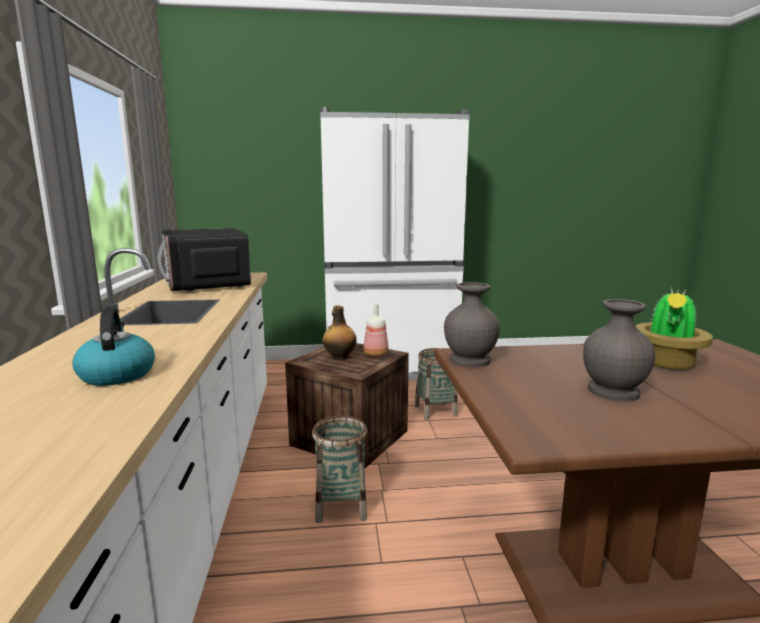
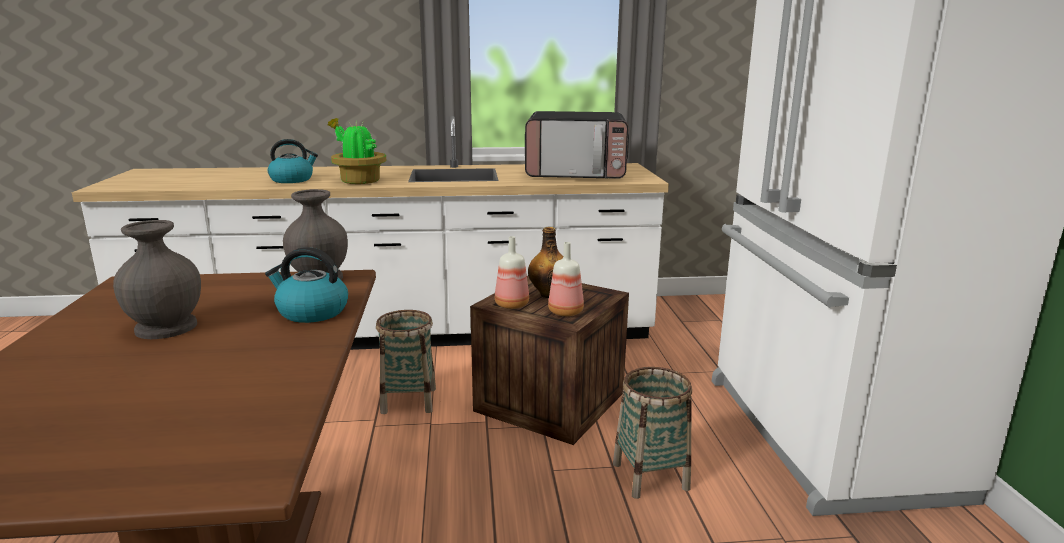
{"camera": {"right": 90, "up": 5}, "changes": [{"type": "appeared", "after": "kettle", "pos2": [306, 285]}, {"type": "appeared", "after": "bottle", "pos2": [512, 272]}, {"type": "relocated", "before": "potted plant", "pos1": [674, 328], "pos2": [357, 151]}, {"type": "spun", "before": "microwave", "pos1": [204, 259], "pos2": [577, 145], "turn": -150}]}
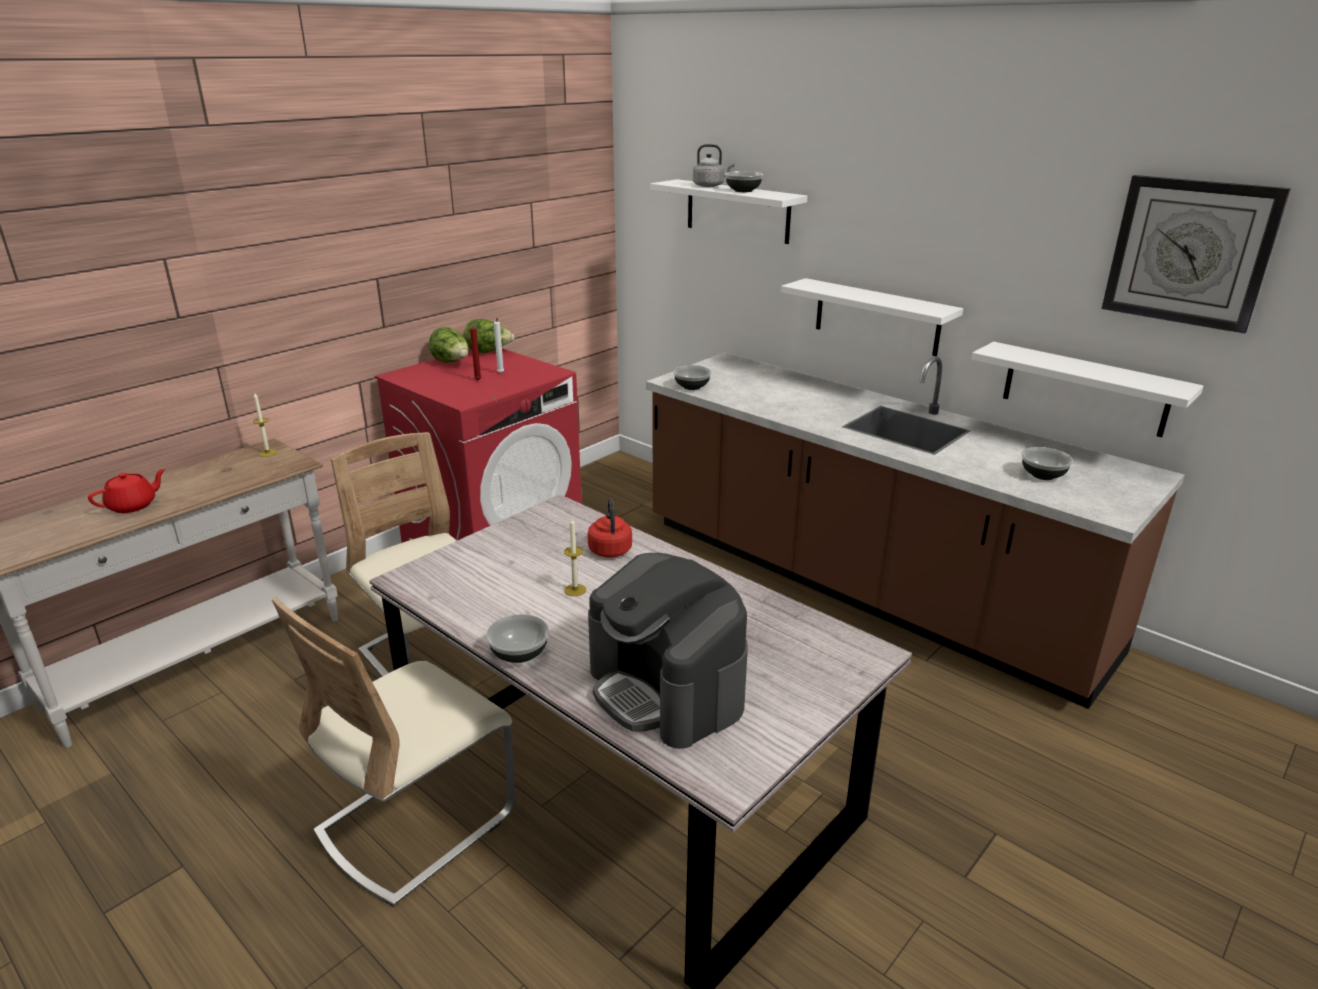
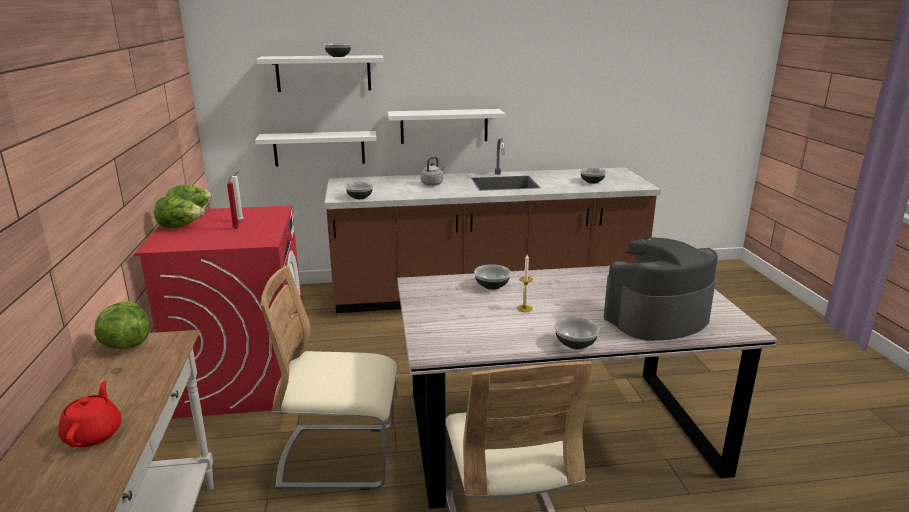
{"camera": {"right": -50, "up": -5}, "changes": [{"type": "missing", "before": "wall clock", "pos1": [1196, 254]}, {"type": "relocated", "before": "grey kettle", "pos1": [713, 165], "pos2": [433, 171]}, {"type": "relocated", "before": "white shelf", "pos1": [1087, 389], "pos2": [316, 148]}, {"type": "exchanged", "before": "candle", "after": "lettuce", "pos1": [265, 425], "pos2": [122, 325]}, {"type": "exchanged", "before": "red kettle", "after": "bowl", "pos1": [609, 528], "pos2": [492, 277]}, {"type": "spun", "before": "coffee machine", "pos1": [668, 651], "pos2": [661, 289], "turn": 150}]}
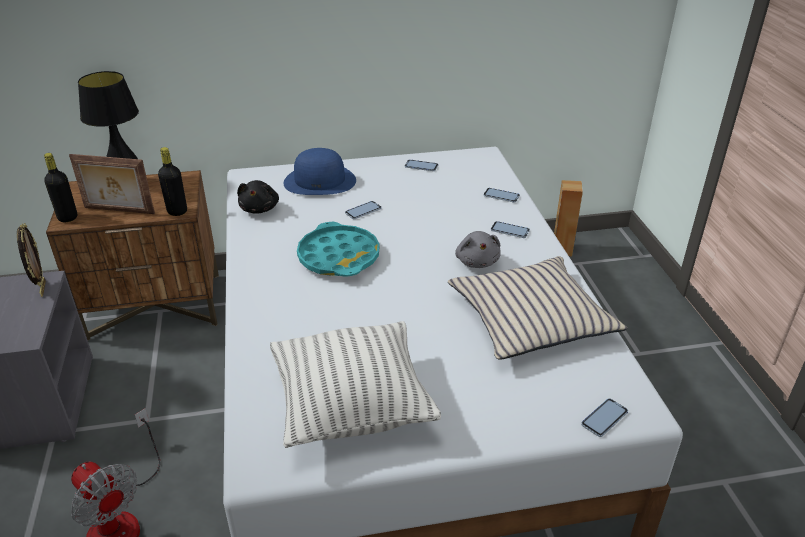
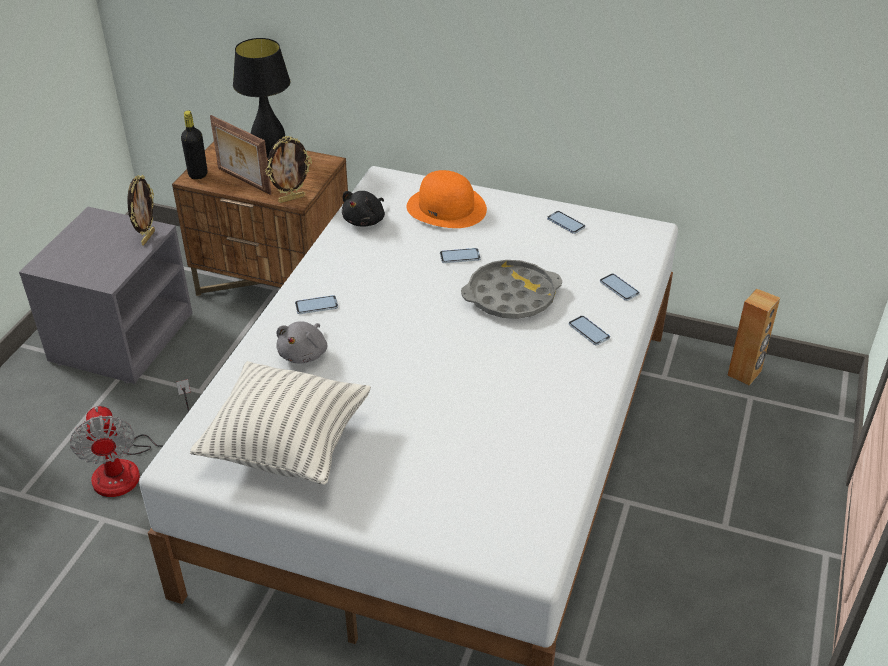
{"camera": {"right": 30, "up": 5}, "changes": [{"type": "missing", "before": "turquoise tray", "pos1": [338, 249]}, {"type": "missing", "before": "beige pillow", "pos1": [537, 308]}, {"type": "appeared", "after": "grey tray", "pos2": [511, 289]}, {"type": "relocated", "before": "grey plush toy", "pos1": [478, 249], "pos2": [301, 342]}, {"type": "relocated", "before": "phone", "pos1": [604, 417], "pos2": [316, 304]}, {"type": "exchanged", "before": "black bottle", "after": "picture frame", "pos1": [172, 181], "pos2": [288, 169]}, {"type": "colour", "before": "blue hat", "after": "orange hat", "pos1": [320, 171], "pos2": [447, 199]}]}
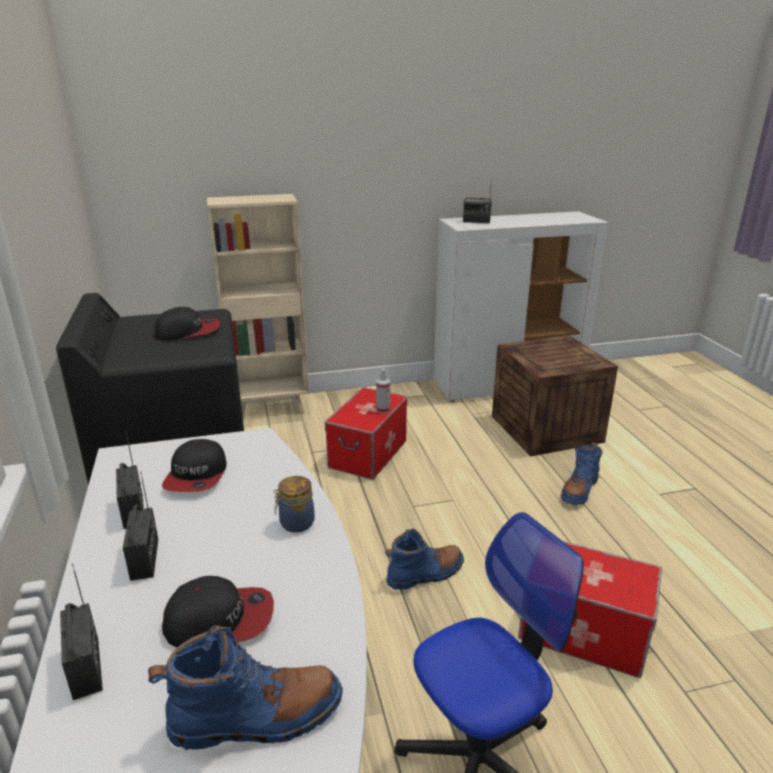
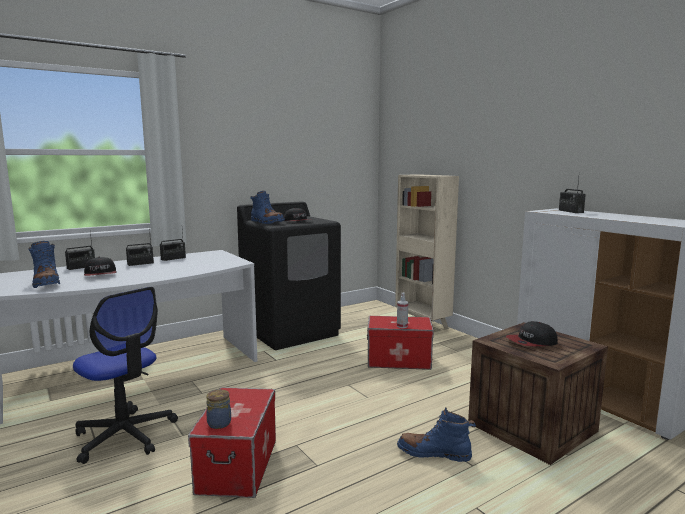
{"camera": {"right": 70, "up": -15}, "changes": [{"type": "relocated", "before": "cap", "pos1": [194, 465], "pos2": [532, 333]}, {"type": "relocated", "before": "jar", "pos1": [294, 504], "pos2": [218, 409]}, {"type": "relocated", "before": "blue boot", "pos1": [424, 560], "pos2": [267, 207]}]}
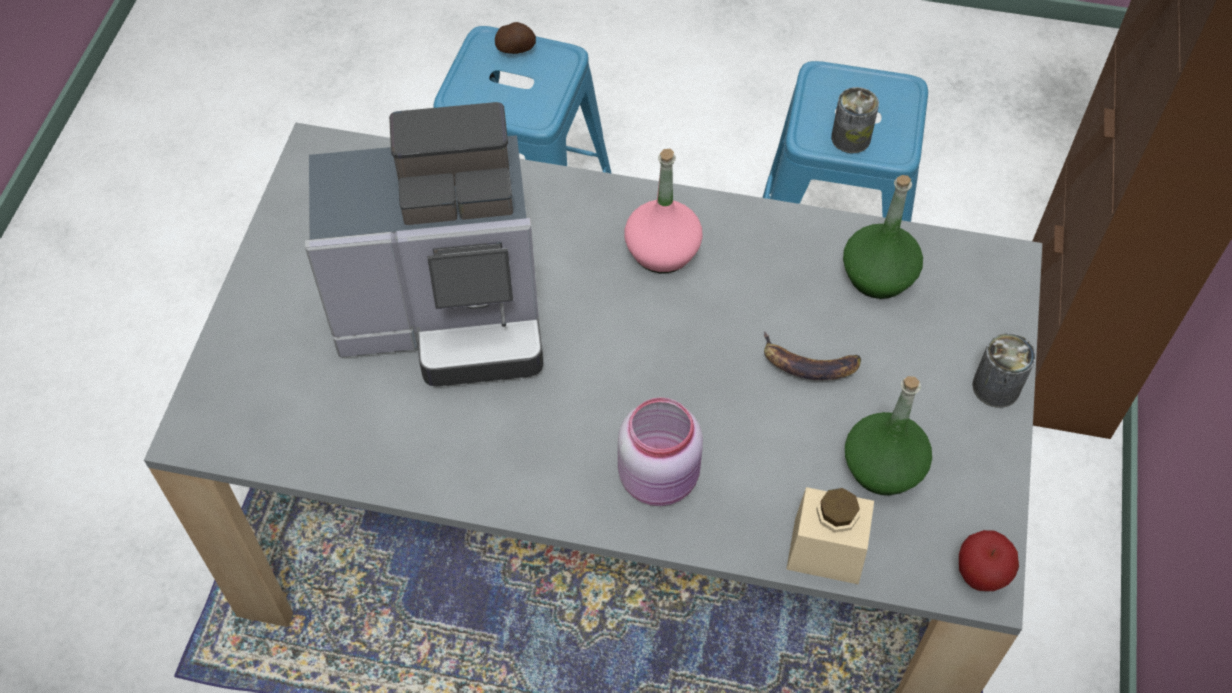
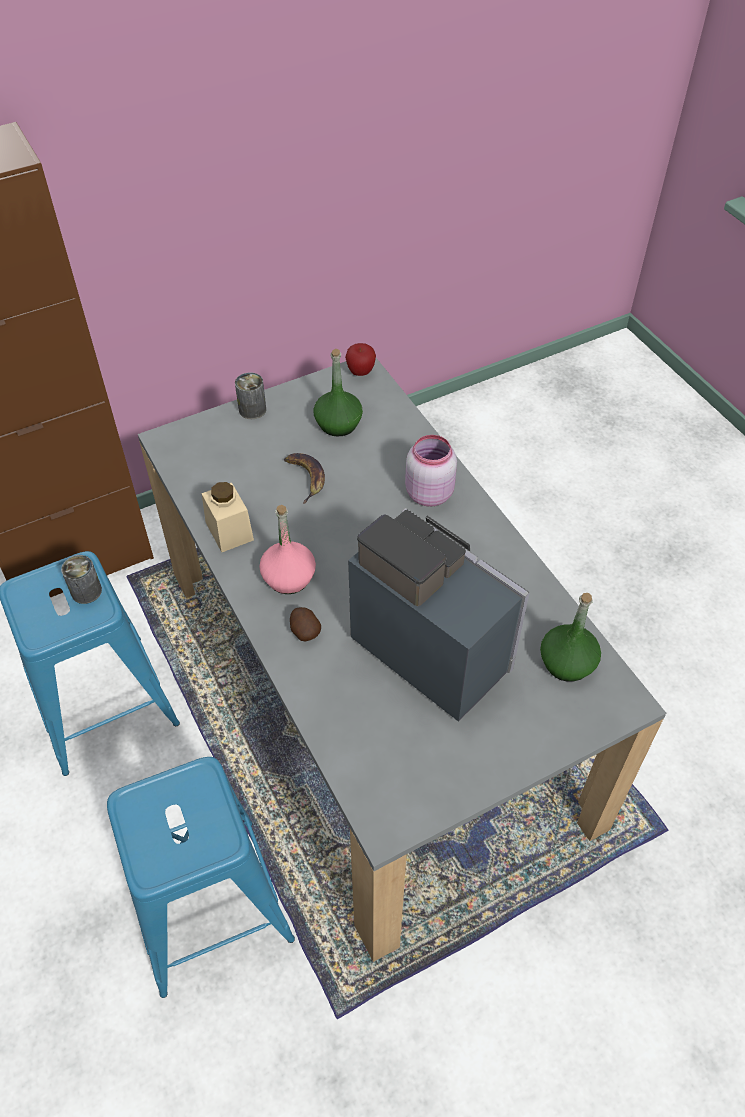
{"camera": {"right": -130, "up": -5}, "changes": [{"type": "relocated", "before": "potato", "pos1": [515, 38], "pos2": [305, 624]}, {"type": "relocated", "before": "beige jar", "pos1": [830, 536], "pos2": [227, 517]}, {"type": "relocated", "before": "green bottle", "pos1": [883, 237], "pos2": [570, 637]}]}
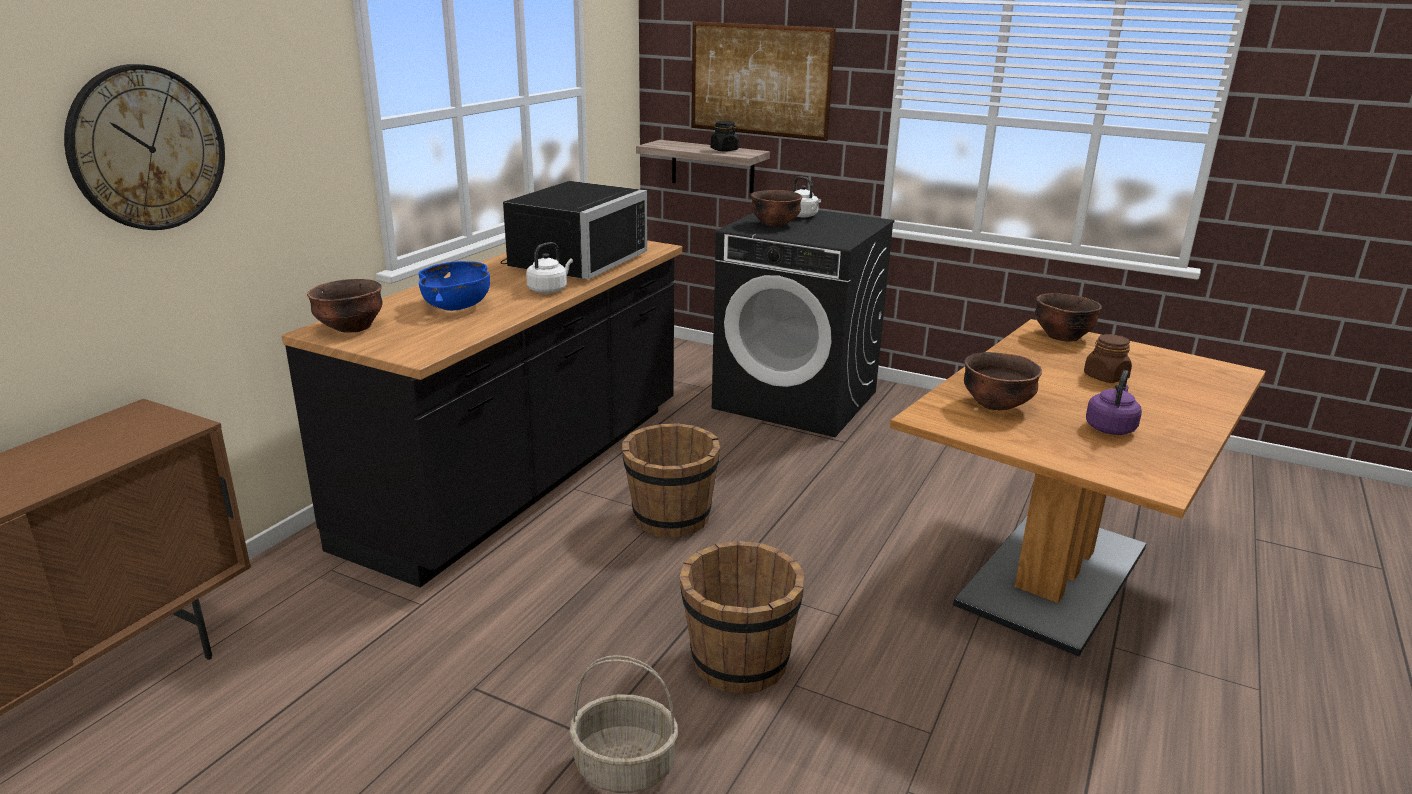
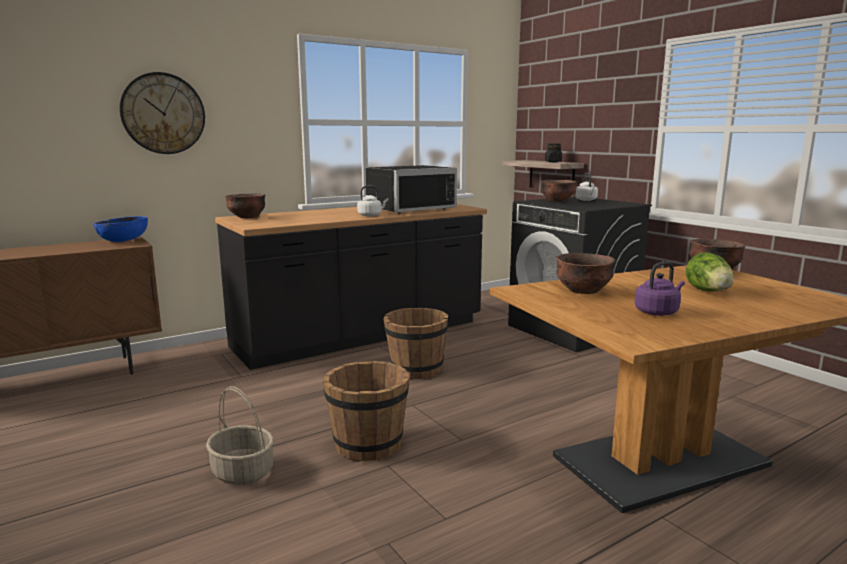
{"camera": {"right": 30, "up": -10}, "changes": [{"type": "missing", "before": "picture", "pos1": [763, 81]}, {"type": "relocated", "before": "blue bowl", "pos1": [454, 286], "pos2": [121, 229]}, {"type": "exchanged", "before": "brown jar", "after": "lettuce", "pos1": [1108, 358], "pos2": [709, 272]}]}
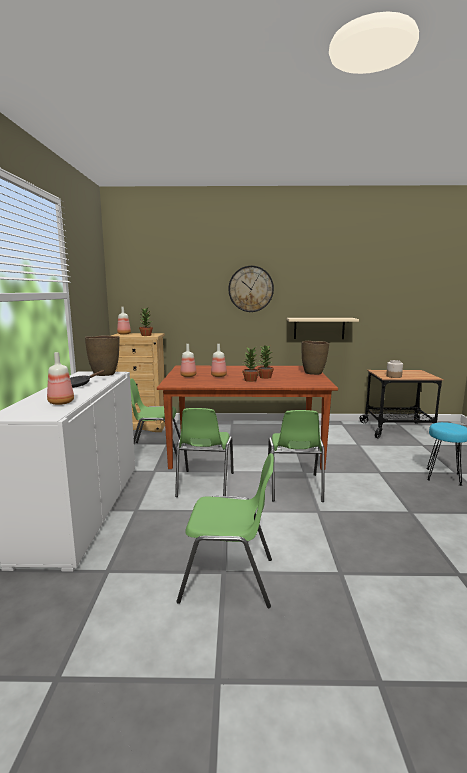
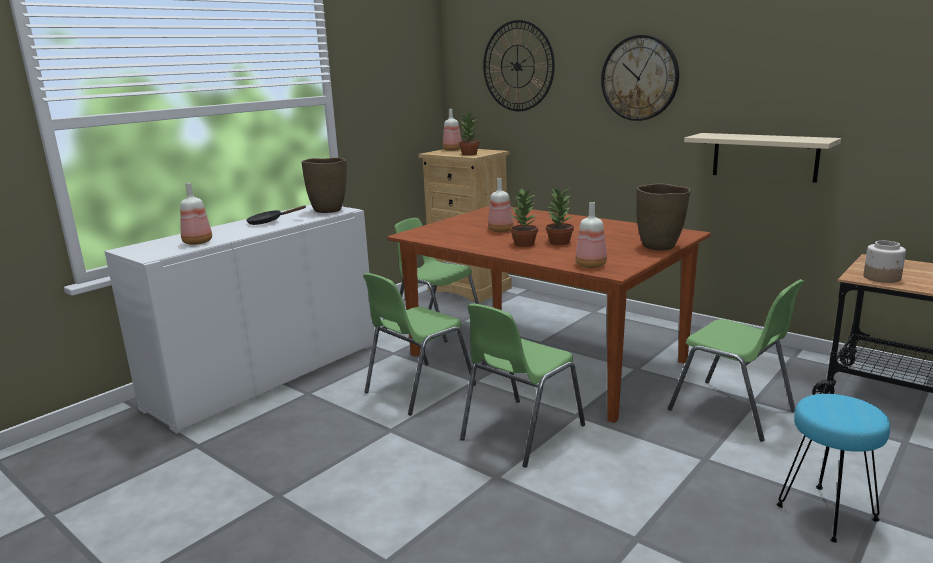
{"camera": {"right": 40, "up": 5}, "changes": [{"type": "appeared", "after": "wall clock", "pos2": [519, 65]}, {"type": "relocated", "before": "green chair", "pos1": [225, 530], "pos2": [736, 360]}, {"type": "relocated", "before": "bottle", "pos1": [188, 360], "pos2": [591, 235]}]}
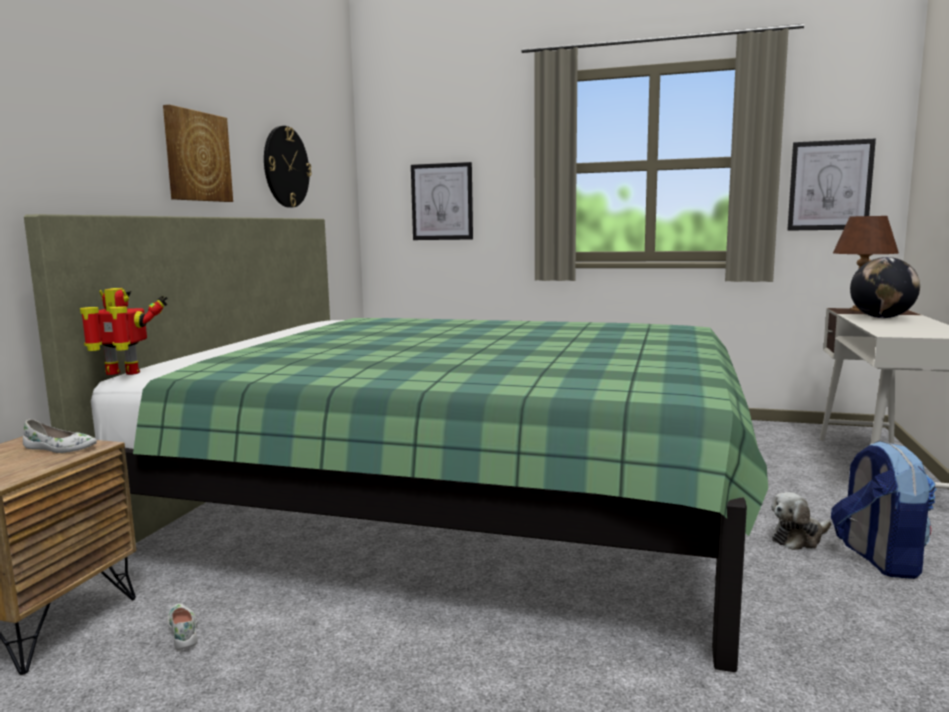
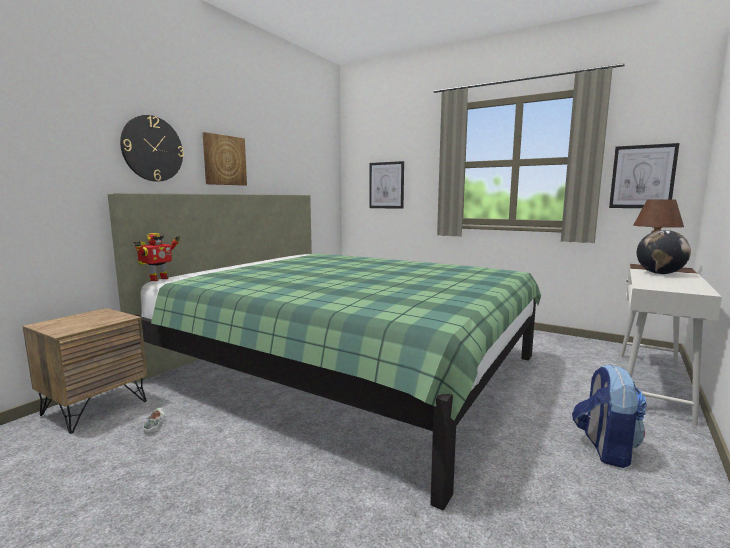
{"camera": {"right": 15, "up": 0}, "changes": [{"type": "missing", "before": "white shoe", "pos1": [60, 436]}, {"type": "missing", "before": "plush toy", "pos1": [801, 521]}, {"type": "relocated", "before": "wall clock", "pos1": [288, 167], "pos2": [152, 148]}, {"type": "spun", "before": "toy robot", "pos1": [123, 331], "pos2": [157, 257], "turn": 105}]}
